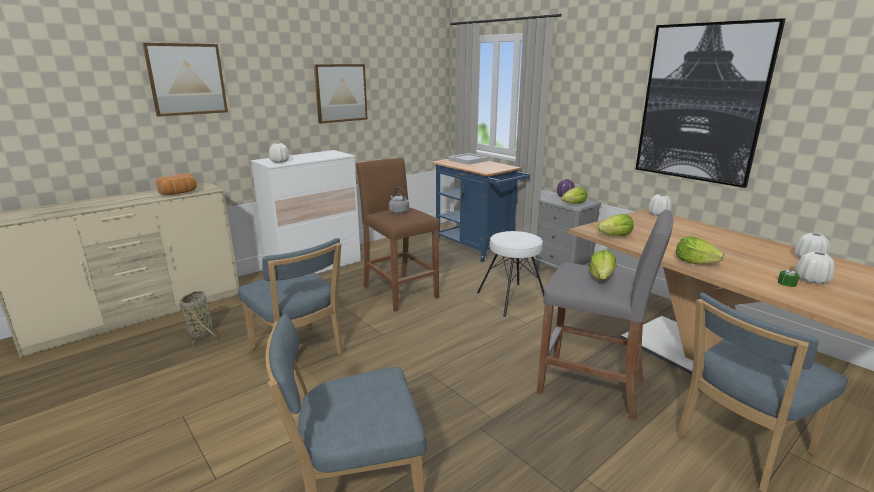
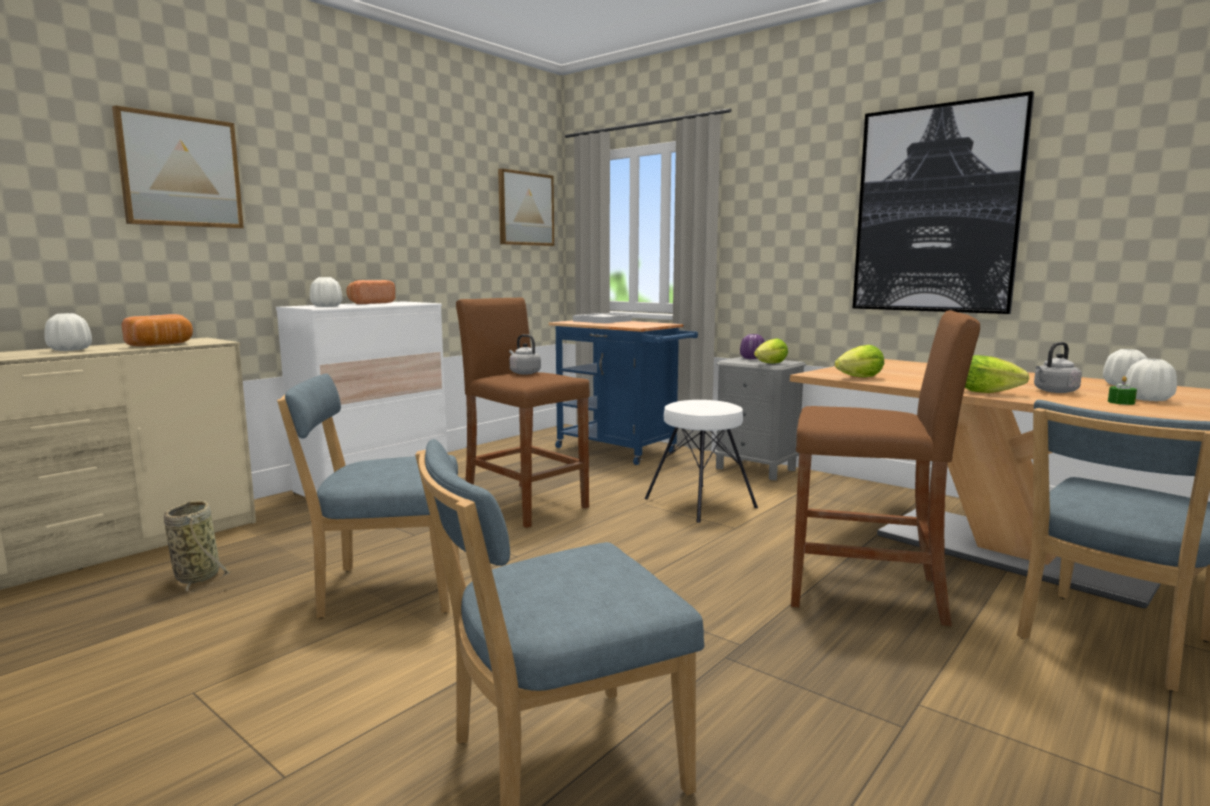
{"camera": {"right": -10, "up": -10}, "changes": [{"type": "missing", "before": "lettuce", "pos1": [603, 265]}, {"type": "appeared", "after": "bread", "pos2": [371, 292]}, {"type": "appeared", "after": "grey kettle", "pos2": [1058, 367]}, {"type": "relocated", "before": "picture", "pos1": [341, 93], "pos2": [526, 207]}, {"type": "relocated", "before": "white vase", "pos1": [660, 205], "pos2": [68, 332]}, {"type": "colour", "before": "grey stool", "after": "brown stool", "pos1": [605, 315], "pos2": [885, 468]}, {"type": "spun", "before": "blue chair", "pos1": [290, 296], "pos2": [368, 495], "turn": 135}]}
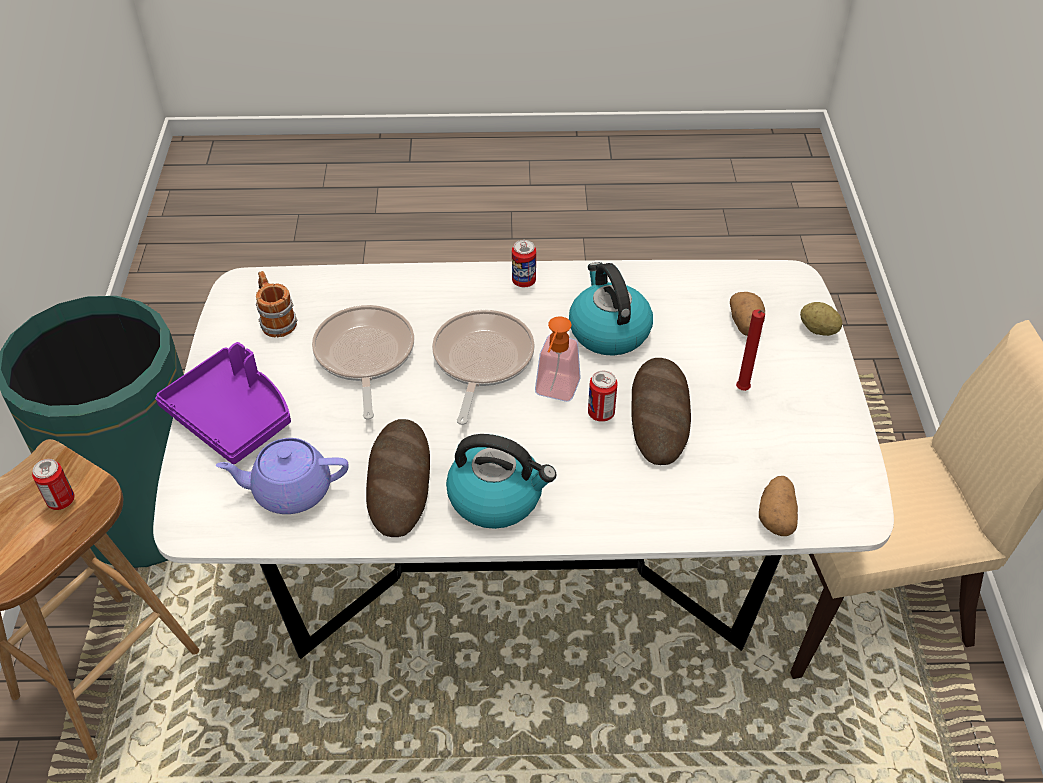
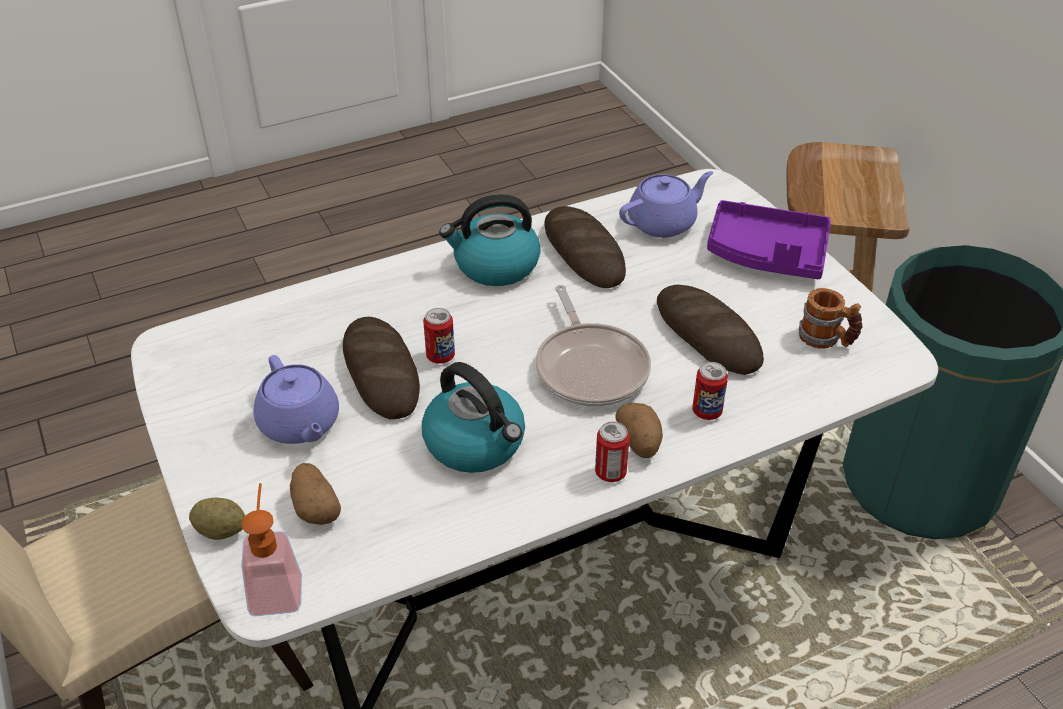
{"camera": {"right": 155, "up": -5}, "changes": [{"type": "relocated", "before": "can", "pos1": [53, 484], "pos2": [710, 391]}, {"type": "relocated", "before": "soap dispenser", "pos1": [558, 359], "pos2": [271, 549]}, {"type": "relocated", "before": "potato", "pos1": [778, 506], "pos2": [639, 430]}, {"type": "exchanged", "before": "frying pan", "after": "bread", "pos1": [363, 362], "pos2": [710, 330]}, {"type": "exchanged", "before": "red candle", "after": "purple teapot", "pos1": [750, 350], "pos2": [296, 399]}]}
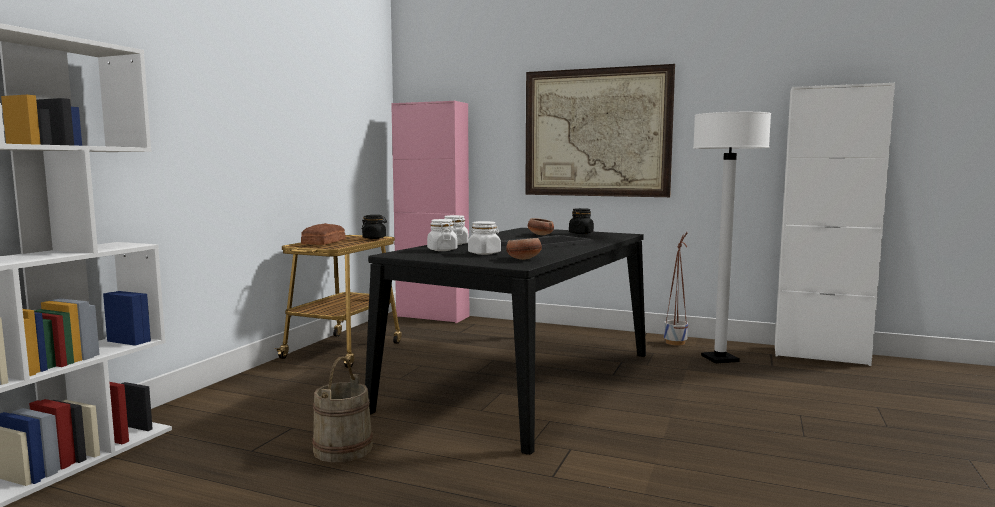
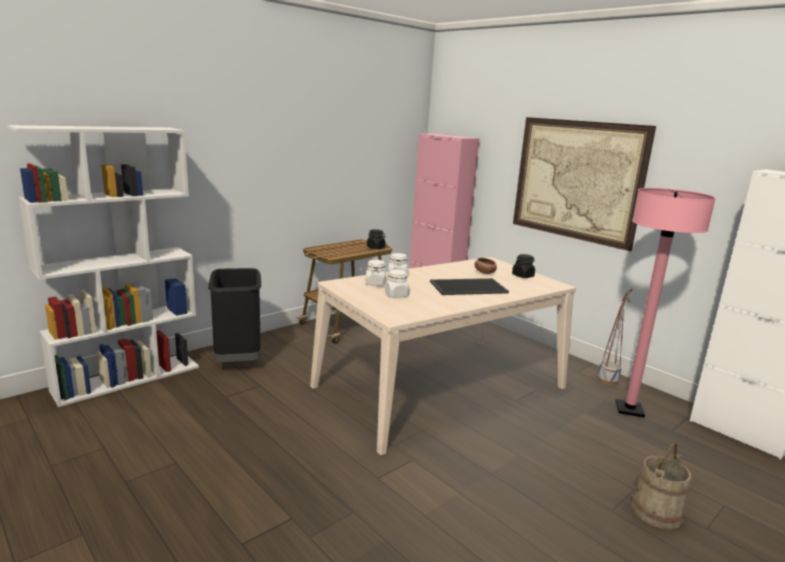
{"camera": {"right": 25, "up": 10}, "changes": [{"type": "missing", "before": "bread", "pos1": [323, 234]}, {"type": "missing", "before": "bowl", "pos1": [524, 249]}, {"type": "appeared", "after": "black trash can", "pos2": [234, 315]}, {"type": "relocated", "before": "beige bucket", "pos1": [342, 409], "pos2": [661, 485]}, {"type": "colour", "before": "black dining table", "after": "beige dining table", "pos1": [505, 341], "pos2": [443, 356]}, {"type": "colour", "before": "white floor lamp", "after": "pink floor lamp", "pos1": [732, 237], "pos2": [665, 303]}]}
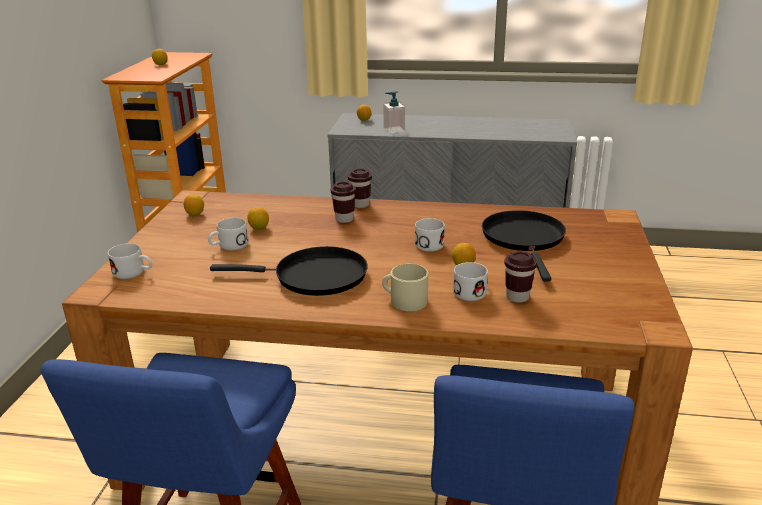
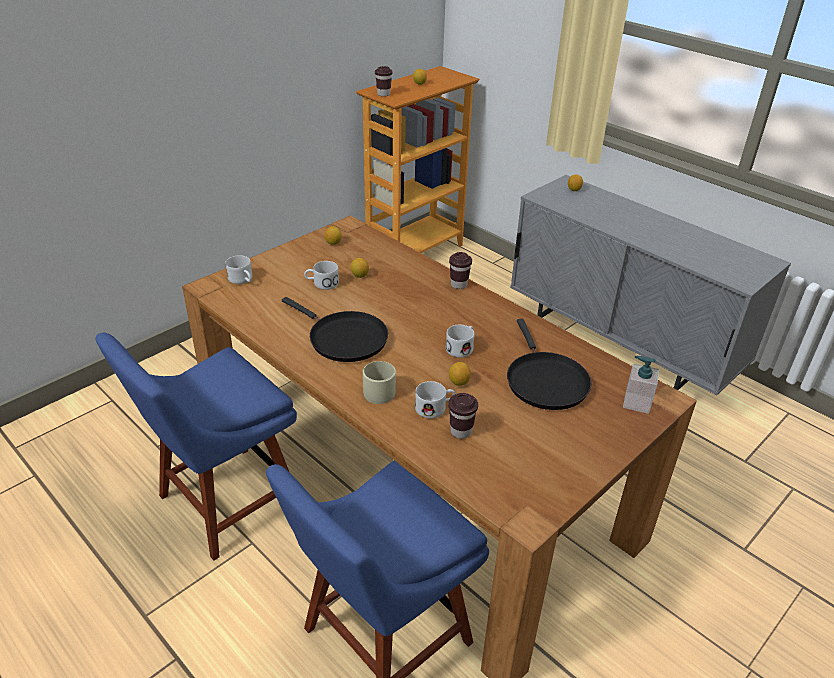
{"camera": {"right": 35, "up": 10}, "changes": [{"type": "relocated", "before": "brown cup", "pos1": [343, 202], "pos2": [384, 81]}, {"type": "relocated", "before": "soap dispenser", "pos1": [394, 112], "pos2": [641, 385]}, {"type": "spun", "before": "black frying pan", "pos1": [524, 246], "pos2": [549, 364], "turn": 135}]}
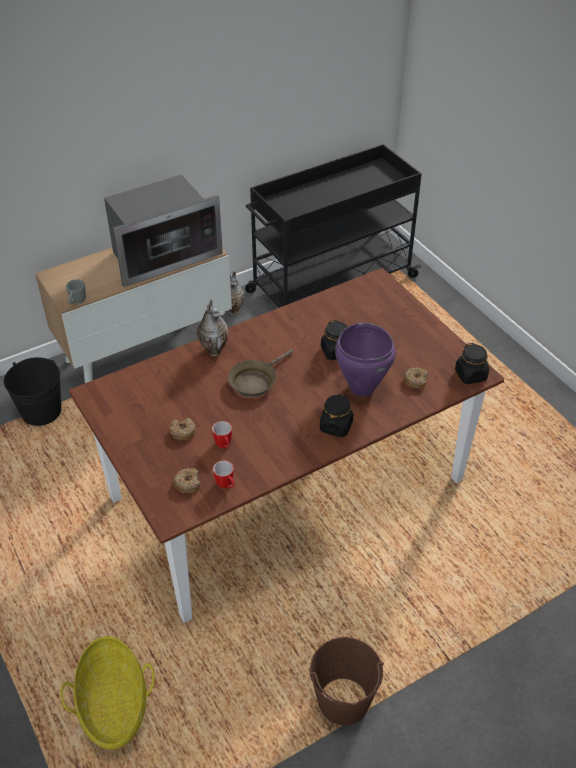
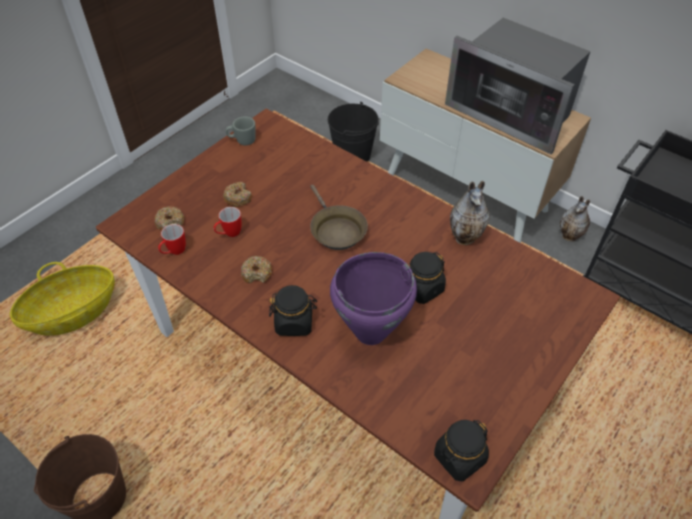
{"camera": {"right": 70, "up": 5}, "changes": [{"type": "relocated", "before": "grey mug", "pos1": [76, 291], "pos2": [241, 131]}, {"type": "relocated", "before": "vase", "pos1": [212, 328], "pos2": [470, 213]}, {"type": "relocated", "before": "donut", "pos1": [416, 378], "pos2": [256, 269]}, {"type": "spun", "before": "brown frying pan", "pos1": [261, 373], "pos2": [339, 217], "turn": -135}]}
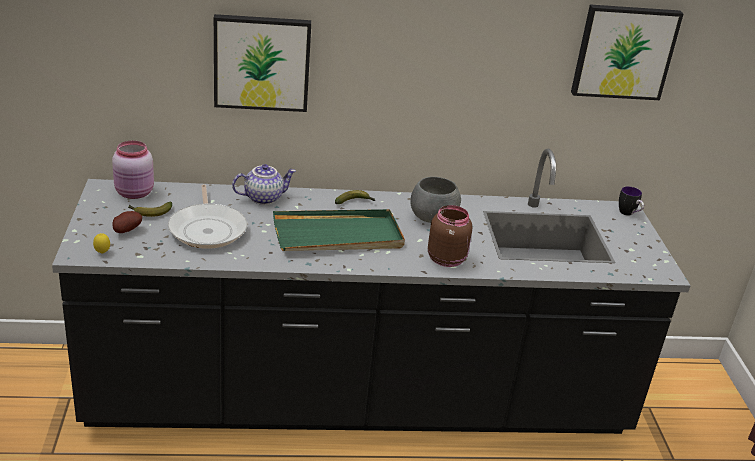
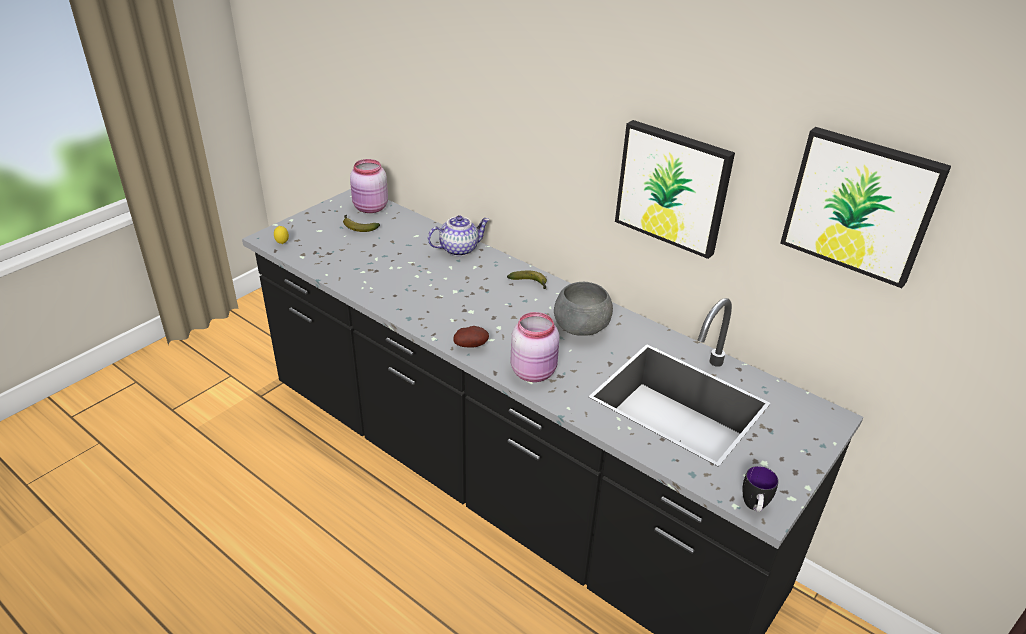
{"camera": {"right": 45, "up": 5}, "changes": [{"type": "missing", "before": "frying pan", "pos1": [207, 216]}, {"type": "missing", "before": "green tray", "pos1": [339, 230]}, {"type": "relocated", "before": "potato", "pos1": [127, 222], "pos2": [471, 337]}, {"type": "relocated", "before": "picture", "pos1": [262, 63], "pos2": [675, 189]}, {"type": "relocated", "before": "mug", "pos1": [631, 201], "pos2": [760, 489]}, {"type": "colour", "before": "brown jar", "after": "pink jar", "pos1": [450, 236], "pos2": [535, 347]}, {"type": "spun", "before": "teapot", "pos1": [264, 184], "pos2": [459, 235], "turn": -45}]}
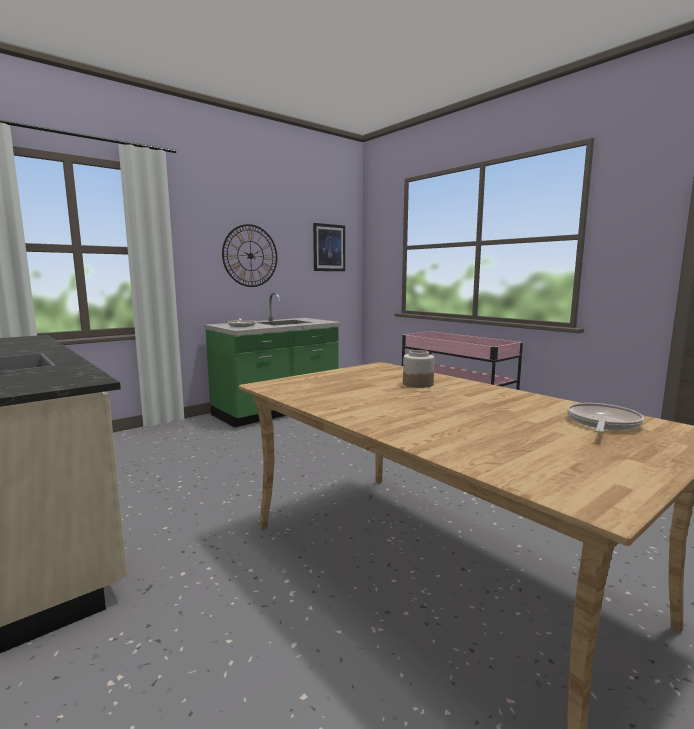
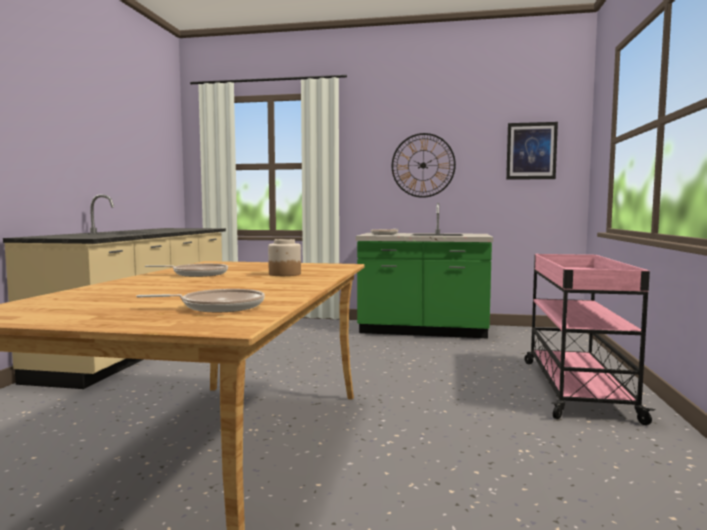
{"camera": {"right": 50, "up": -5}, "changes": [{"type": "appeared", "after": "frying pan", "pos2": [186, 270]}]}
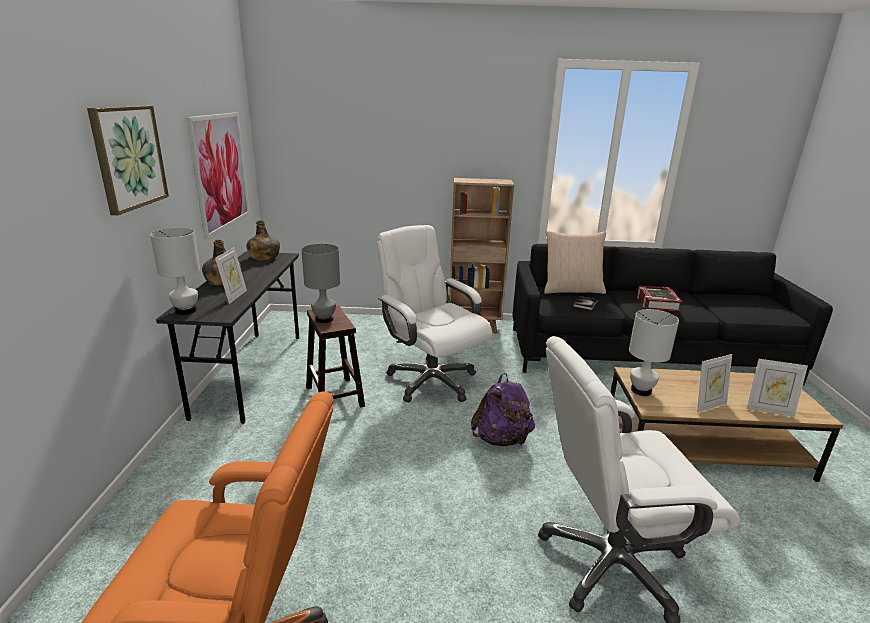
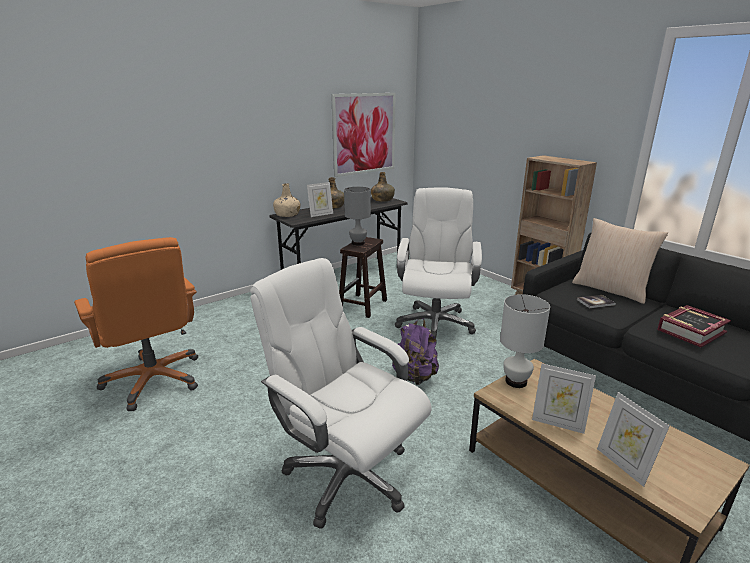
{"camera": {"right": 50, "up": 0}, "changes": [{"type": "missing", "before": "picture", "pos1": [128, 160]}, {"type": "exchanged", "before": "white table lamp", "after": "beige bottle", "pos1": [175, 271], "pos2": [286, 200]}]}
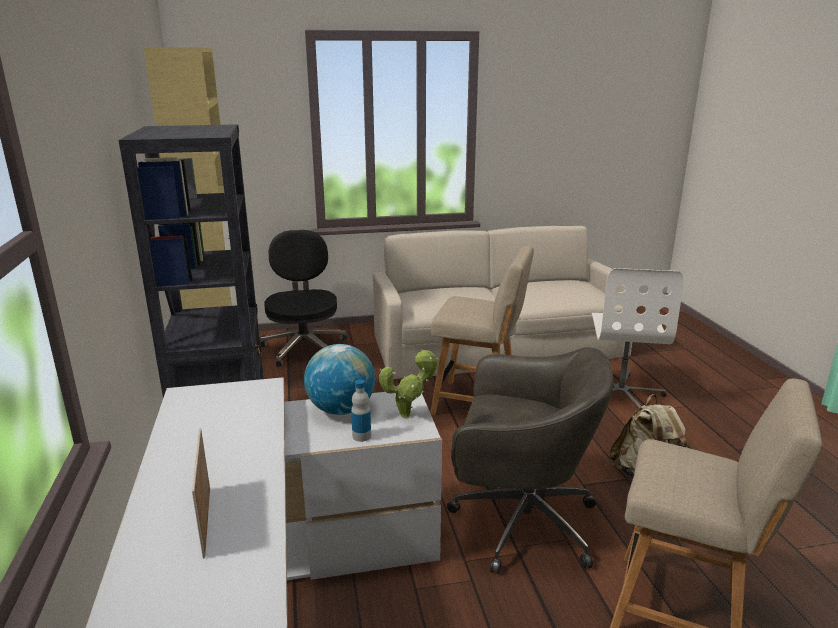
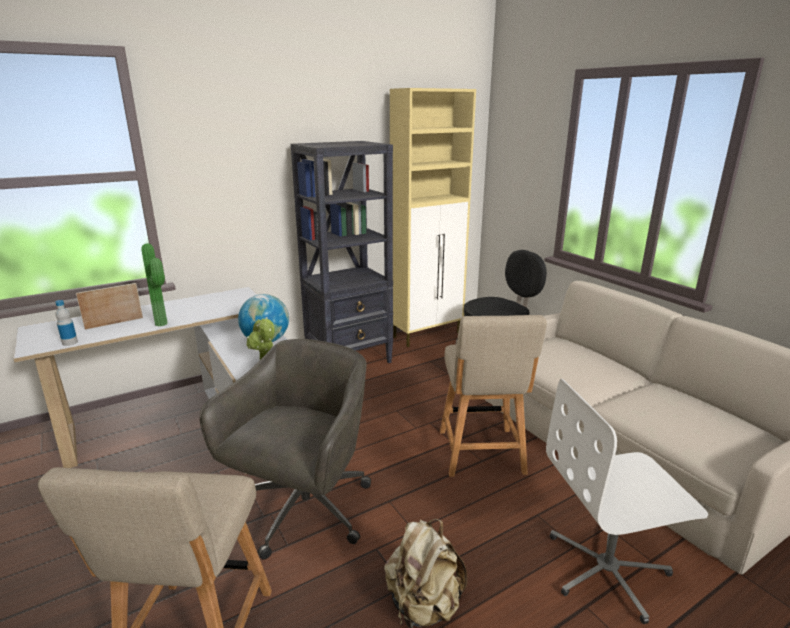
{"camera": {"right": 70, "up": 0}, "changes": [{"type": "appeared", "after": "potted plant", "pos2": [154, 284]}, {"type": "relocated", "before": "bottle", "pos1": [361, 410], "pos2": [66, 323]}, {"type": "spun", "before": "grey office chair", "pos1": [530, 460], "pos2": [285, 449], "turn": -150}]}
